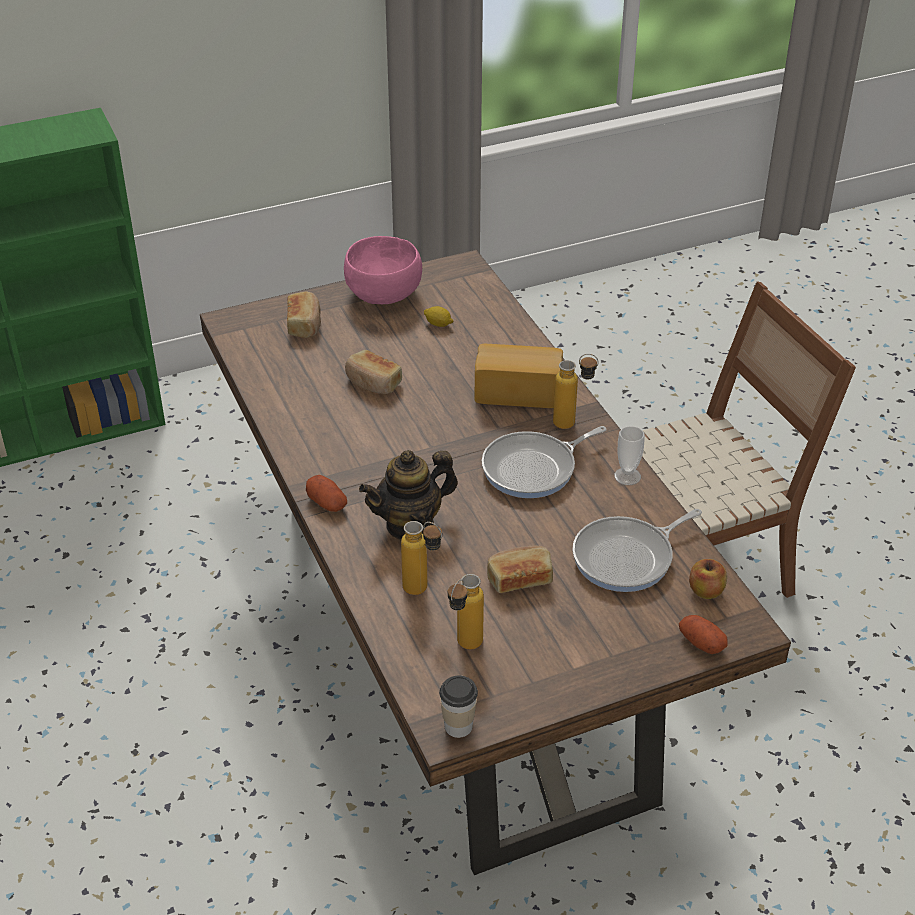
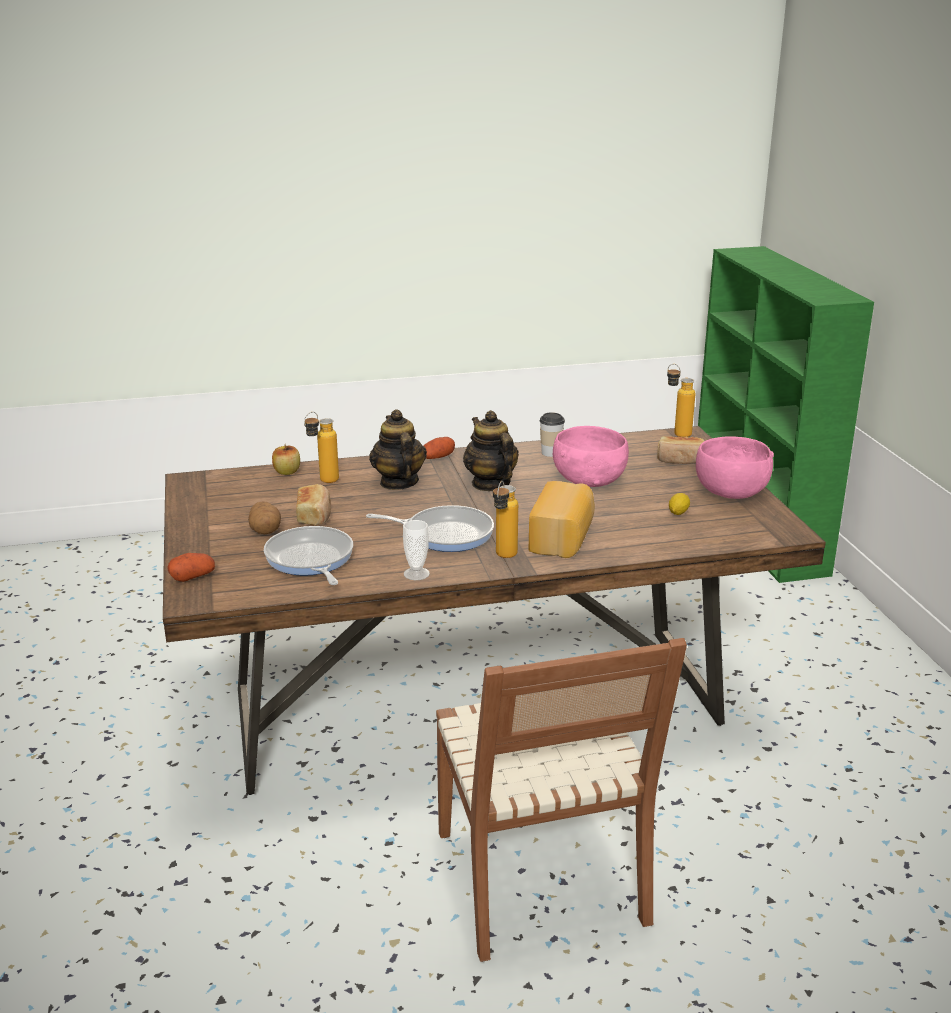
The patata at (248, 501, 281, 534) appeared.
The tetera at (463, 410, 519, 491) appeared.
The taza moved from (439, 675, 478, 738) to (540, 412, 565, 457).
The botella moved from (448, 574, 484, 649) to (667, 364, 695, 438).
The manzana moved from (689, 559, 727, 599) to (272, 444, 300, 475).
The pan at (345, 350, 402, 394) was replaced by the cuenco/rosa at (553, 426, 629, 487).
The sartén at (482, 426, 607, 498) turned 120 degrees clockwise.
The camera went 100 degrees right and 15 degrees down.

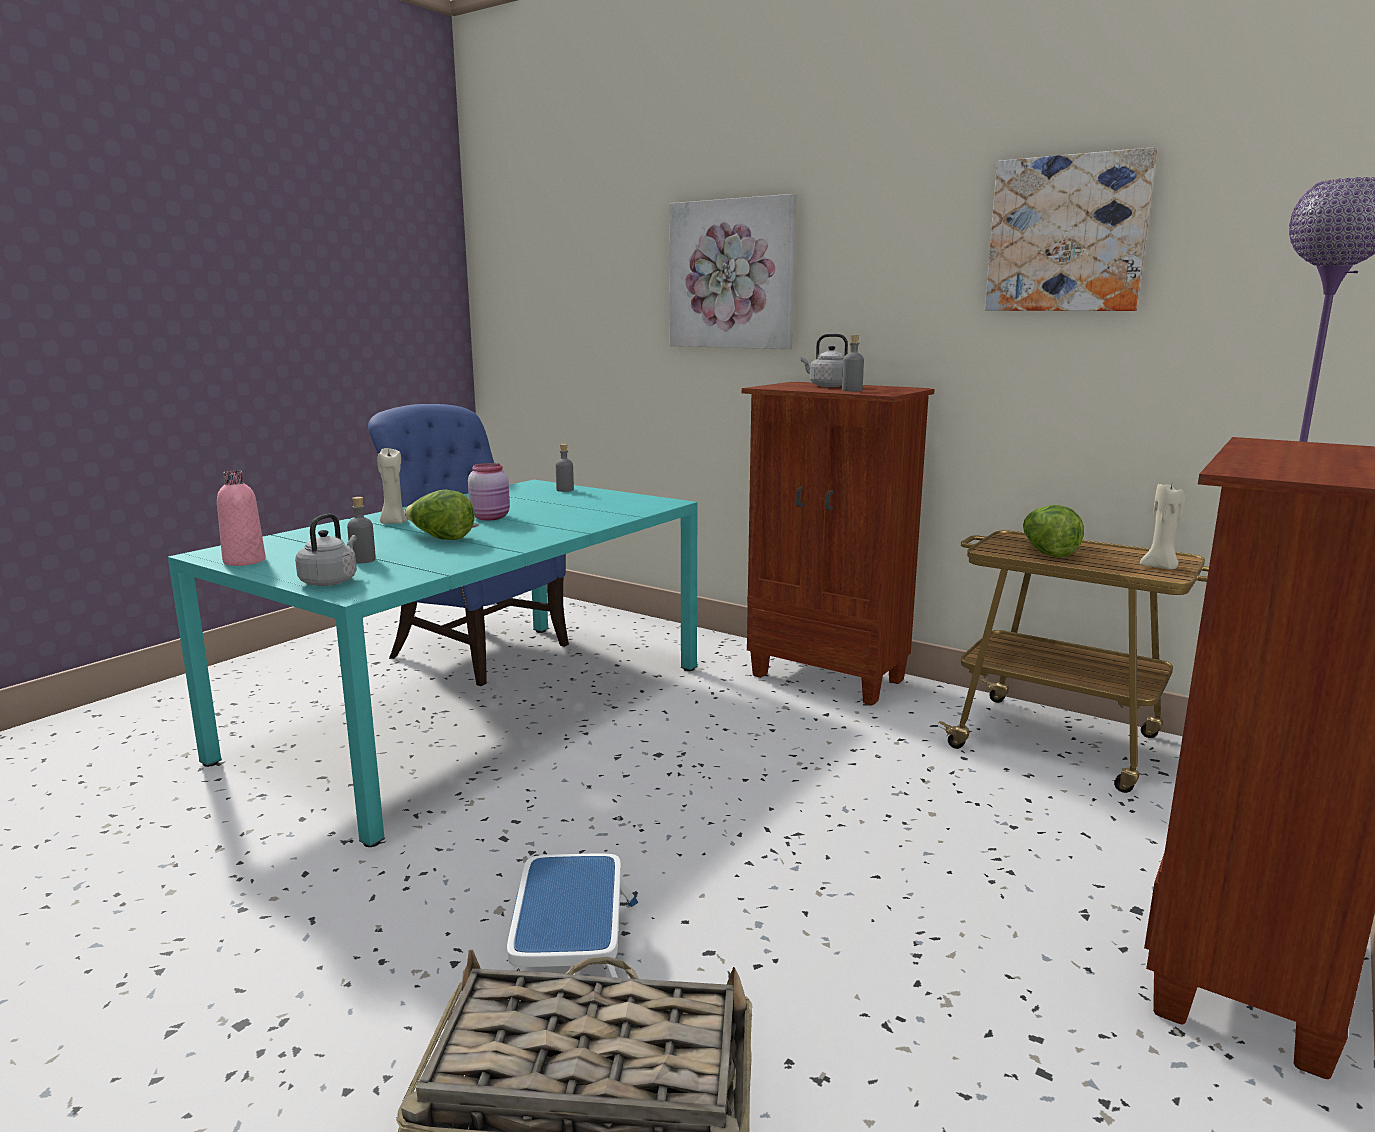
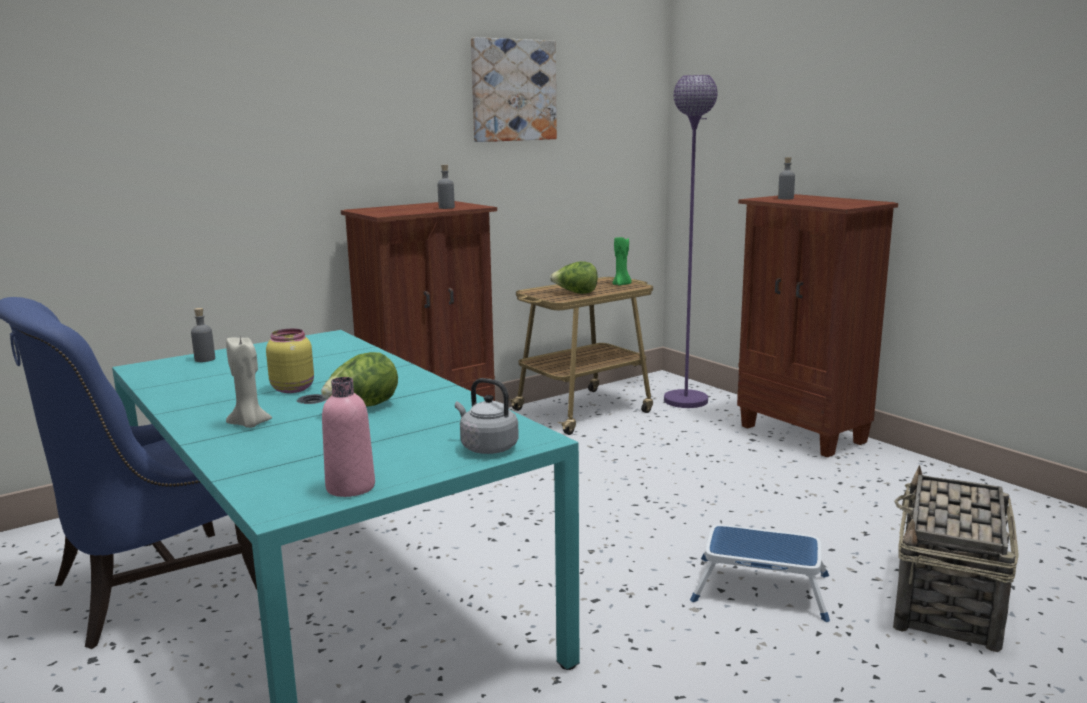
The cuadro at (669, 194, 797, 349) disappeared.
The hervidor/gris at (801, 334, 848, 387) disappeared.
The botella/gris moved from (347, 497, 376, 563) to (778, 157, 795, 199).
The tarro/rosa at (468, 463, 510, 520) became the tarro/amarillo at (266, 329, 314, 393).
The vela/beis at (1140, 484, 1184, 570) became the vela/verde at (613, 237, 632, 286).
The camera went 70 degrees left and 0 degrees up.

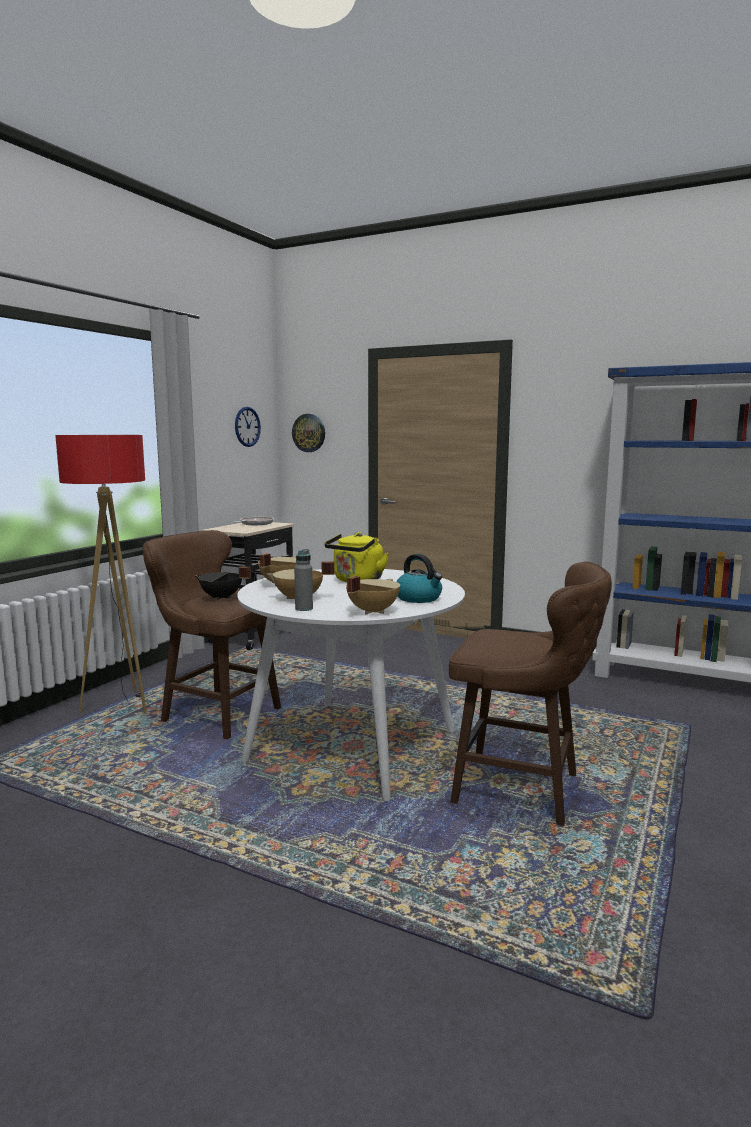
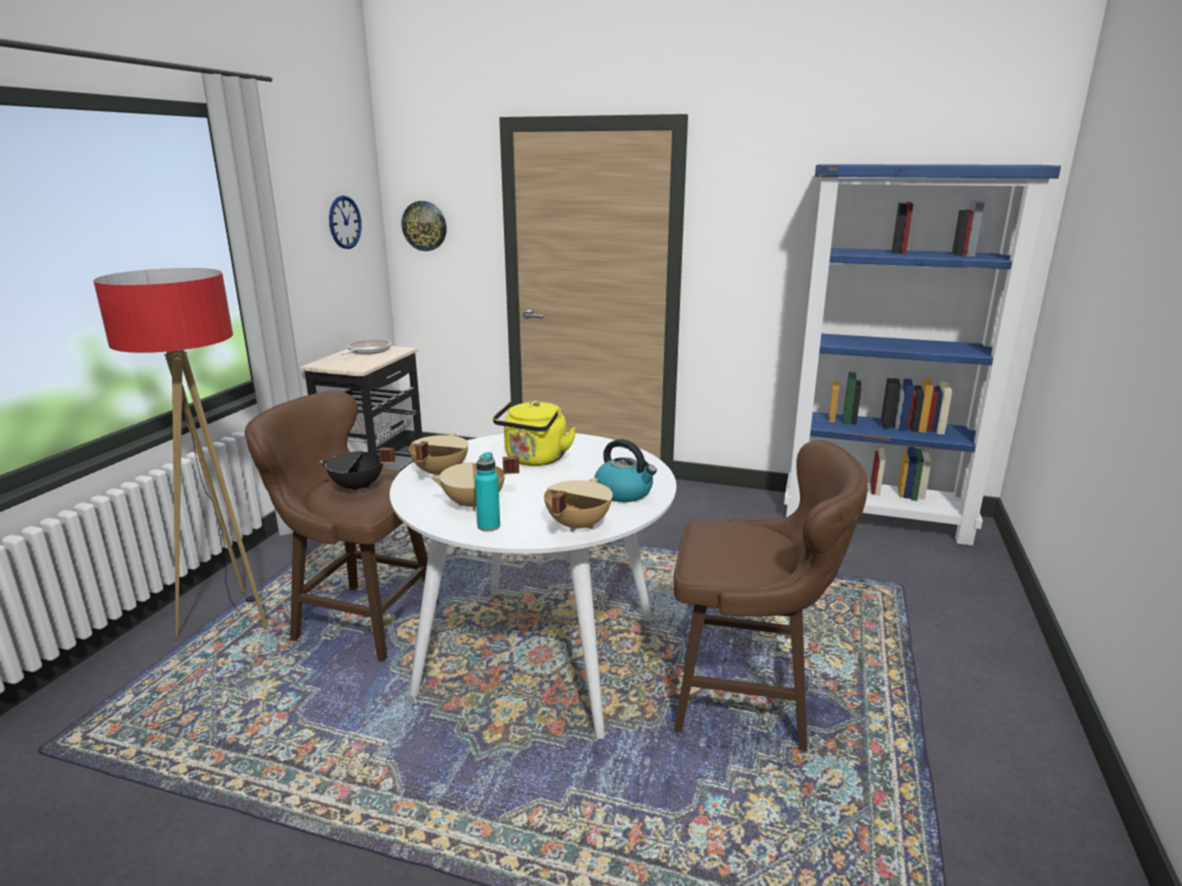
The botella/gris at (294, 549, 313, 611) became the botella/turquesa at (475, 452, 500, 531).
The camera went 10 degrees left and 10 degrees up.

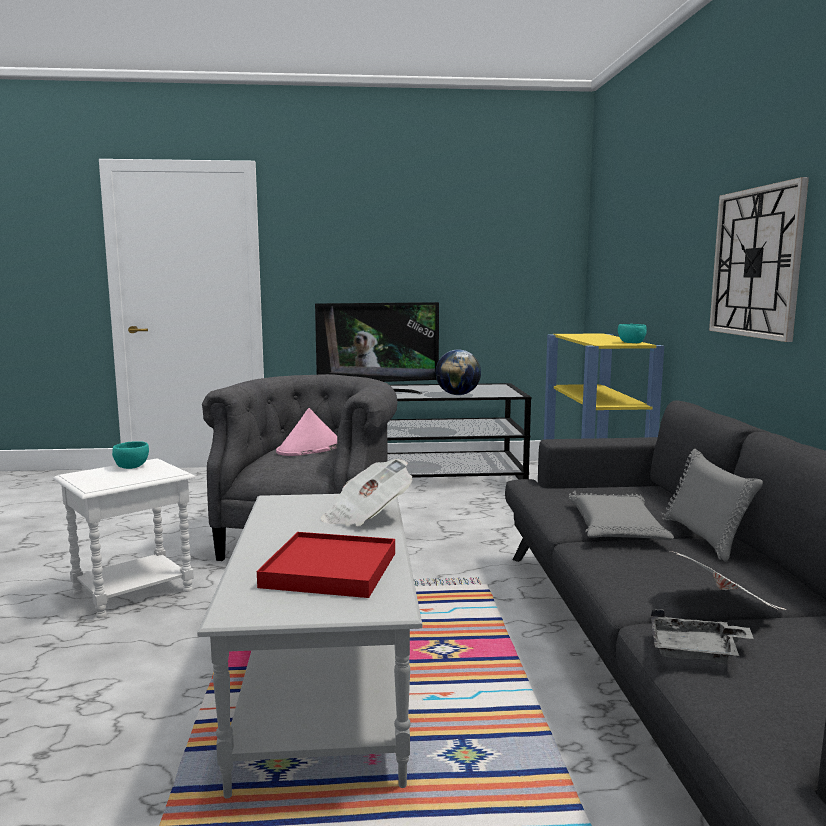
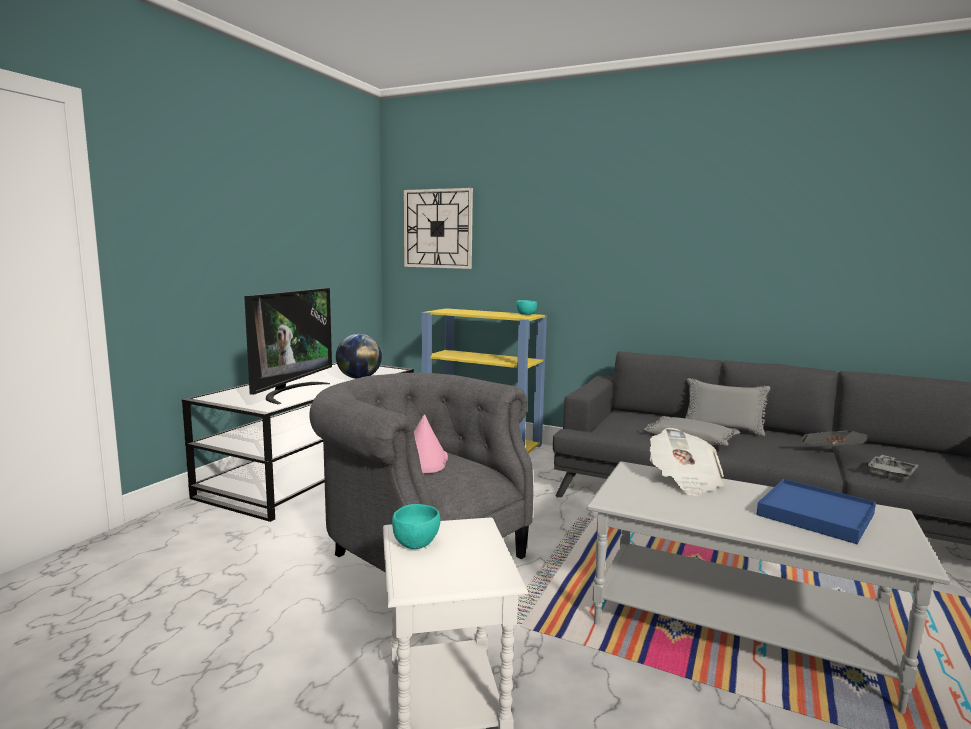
The reloj de pared moved from (709, 177, 809, 342) to (404, 188, 473, 269).
The bandeja/rojo at (257, 532, 395, 598) became the bandeja/azul at (757, 479, 876, 544).
The camera went 60 degrees left and 0 degrees up.

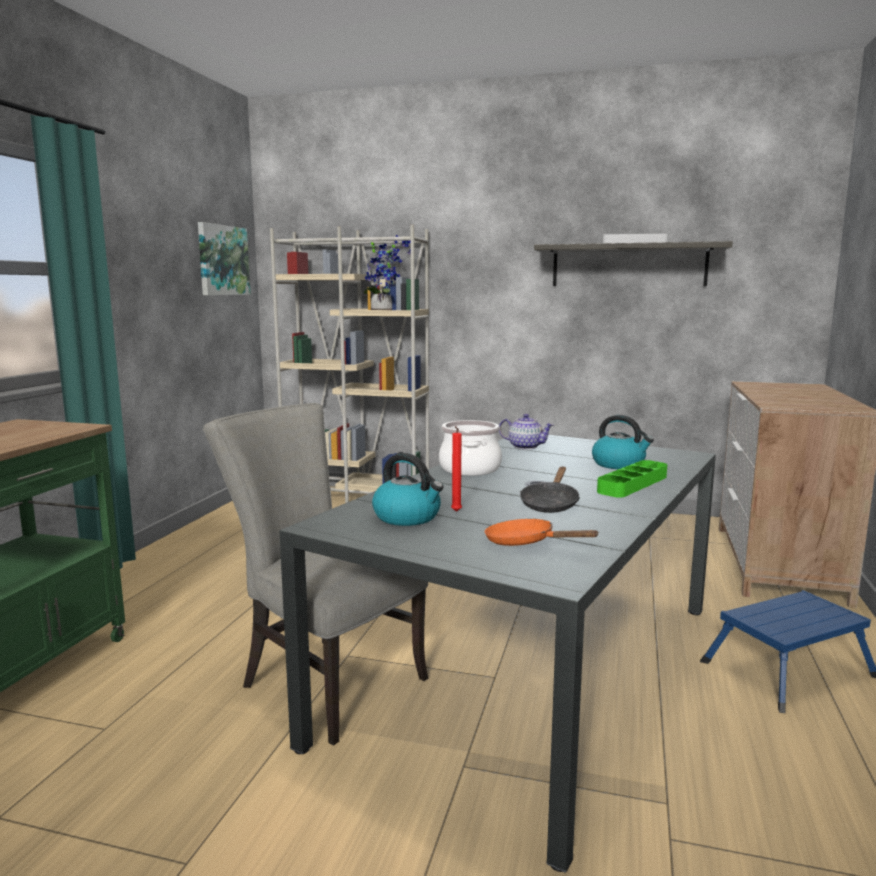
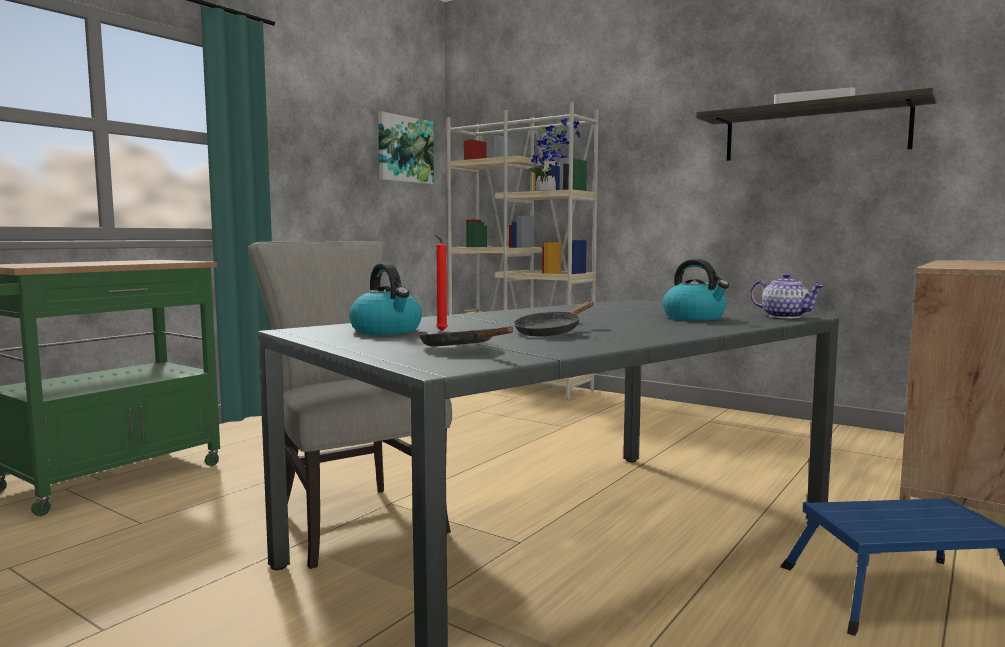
The olla at (439, 420, 502, 476) disappeared.
The bandeja/verde at (597, 460, 667, 498) disappeared.
The tetera moved from (499, 414, 554, 450) to (750, 273, 824, 318).
The sartén/naranja at (484, 519, 599, 546) became the sartén/negro at (419, 326, 513, 347).
The camera went 20 degrees right and 5 degrees down.

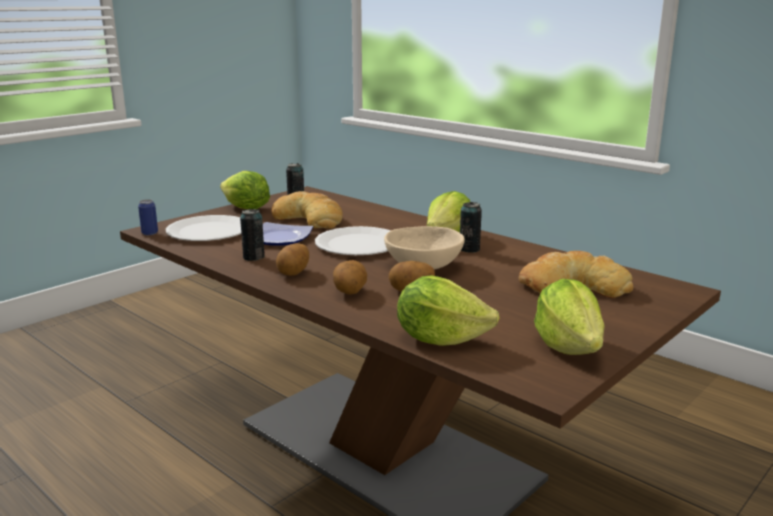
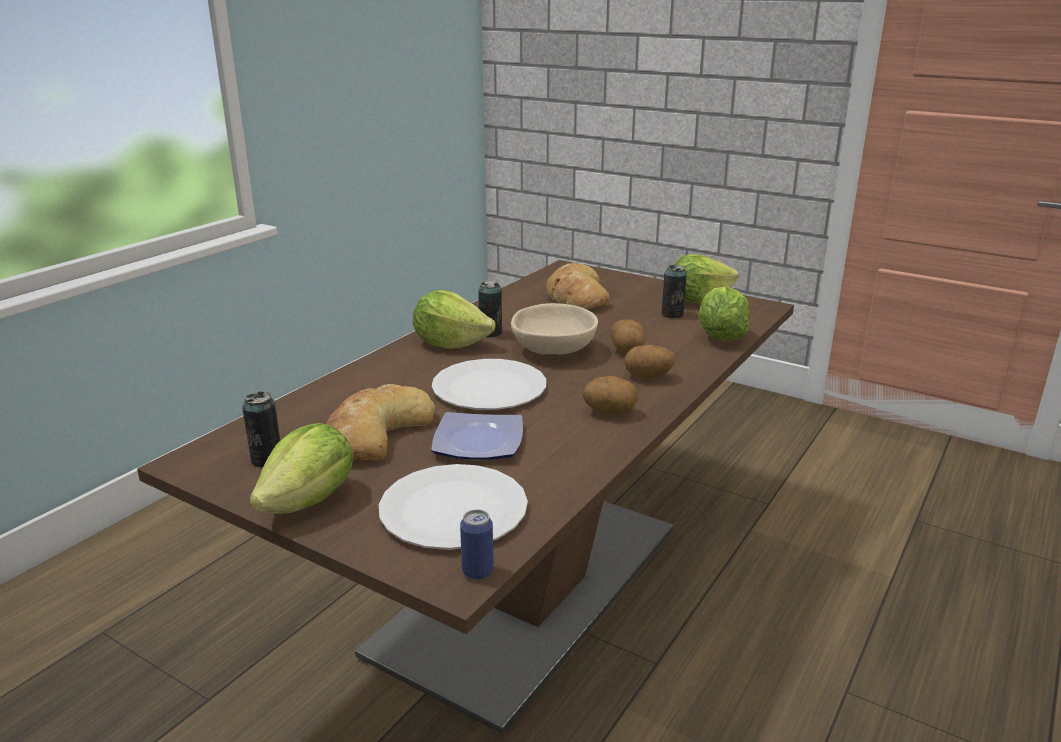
The lata moved from (240, 209, 265, 261) to (661, 265, 687, 318).
The camera went 100 degrees left and 5 degrees up.

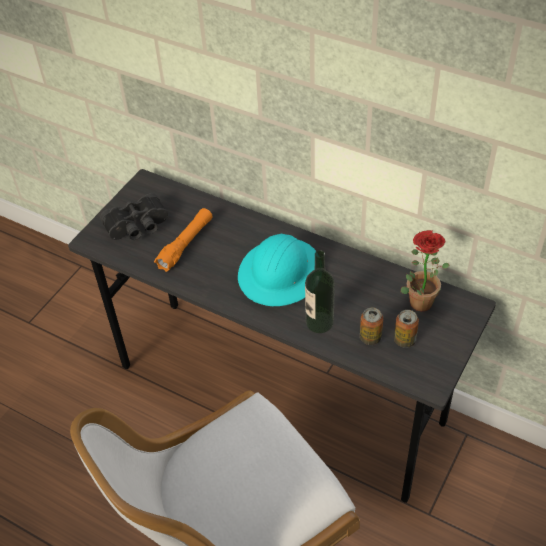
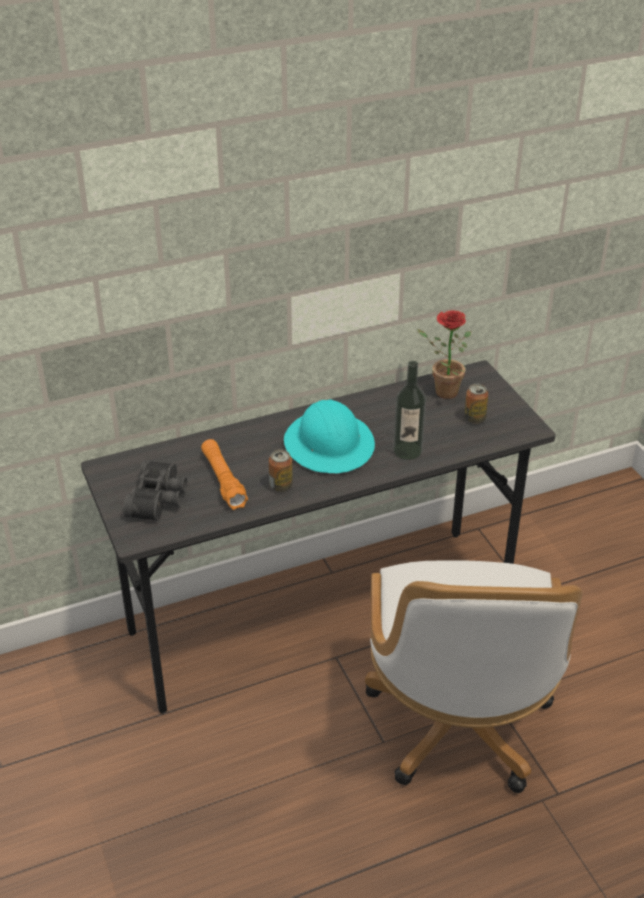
The lata moved from (360, 308, 383, 345) to (269, 449, 293, 492).
The camera went 55 degrees left and 10 degrees down.

